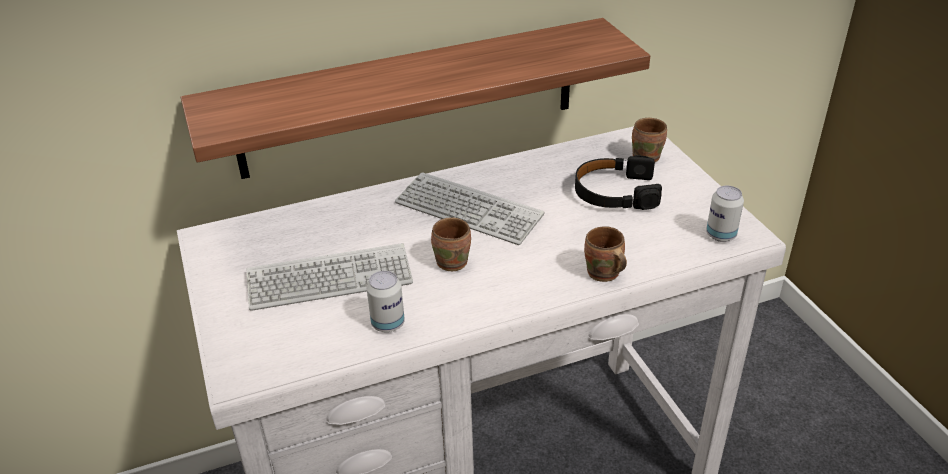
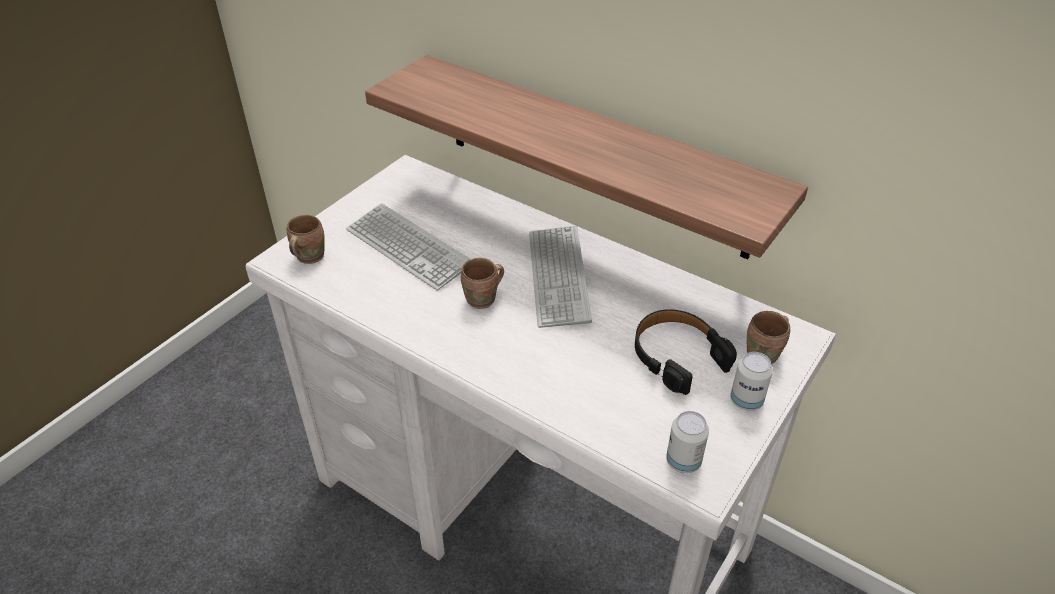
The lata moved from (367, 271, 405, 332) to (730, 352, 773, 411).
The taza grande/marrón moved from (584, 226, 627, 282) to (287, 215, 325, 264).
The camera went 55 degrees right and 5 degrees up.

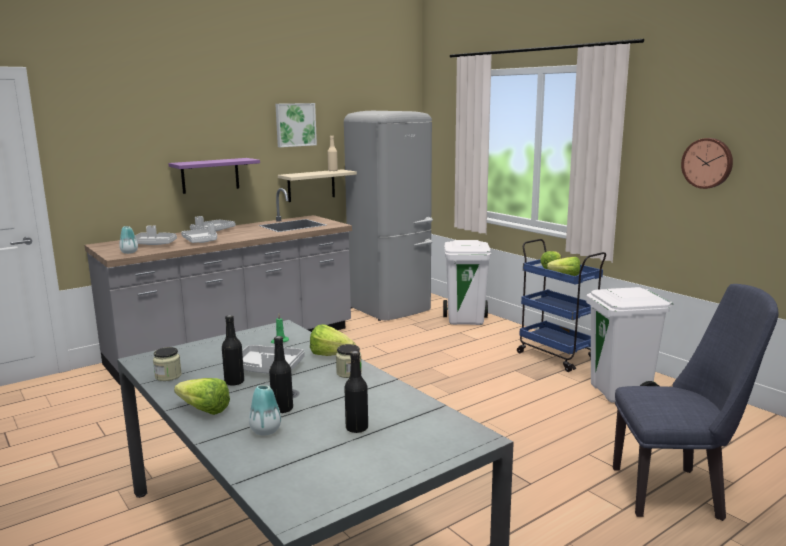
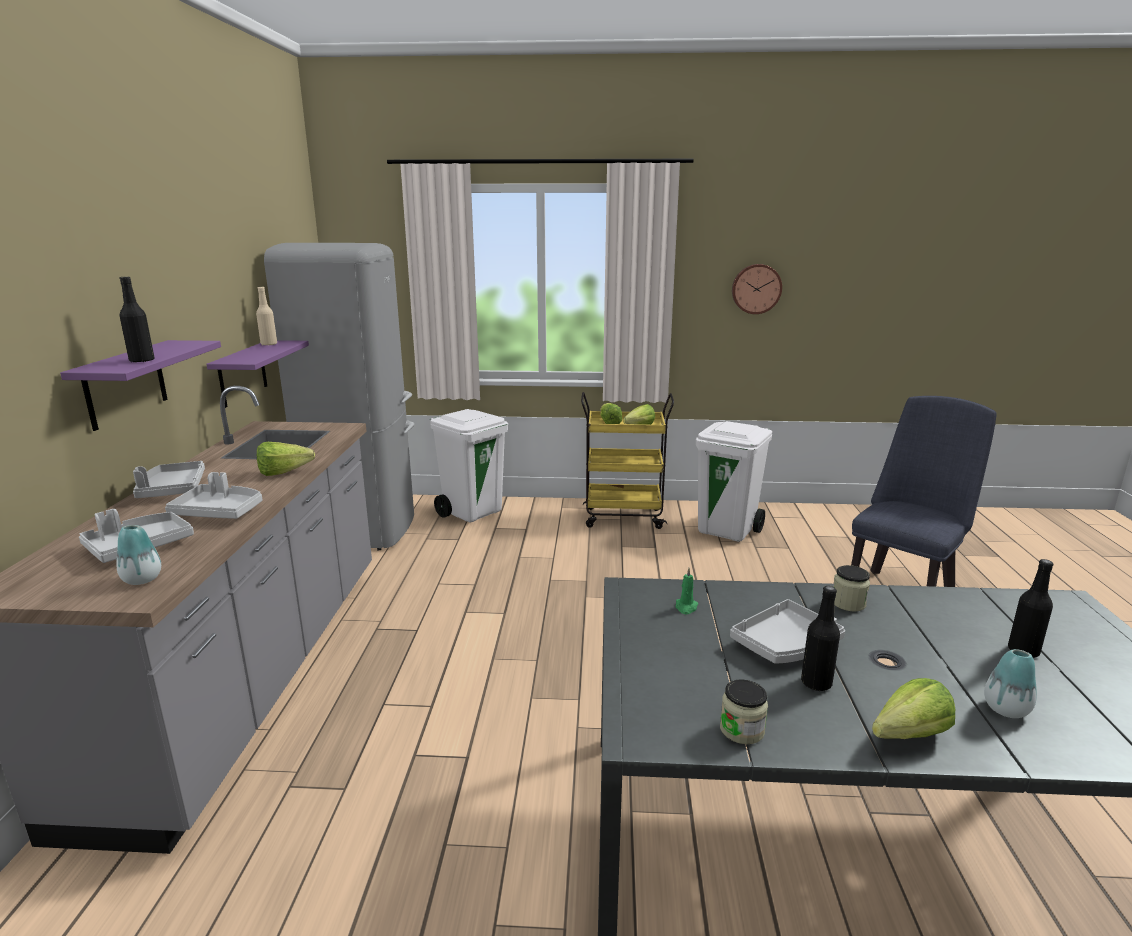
The cuadro at (275, 103, 317, 147) disappeared.
The botella/negro moved from (269, 336, 293, 414) to (119, 276, 155, 362).
The lechuga moved from (310, 324, 356, 356) to (257, 442, 315, 476).
The estante/beis at (278, 169, 357, 202) became the estante/morado at (206, 340, 309, 408).
The carrito/azul at (517, 239, 606, 372) became the carrito/amarillo at (581, 392, 674, 529).
The camera went 50 degrees left and 5 degrees up.

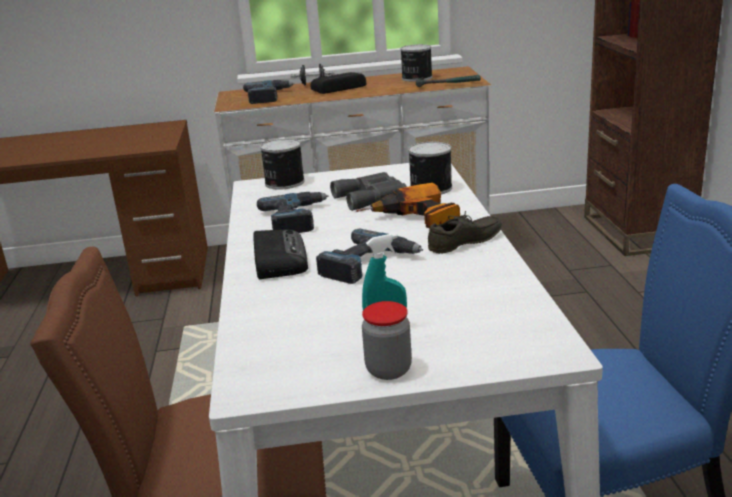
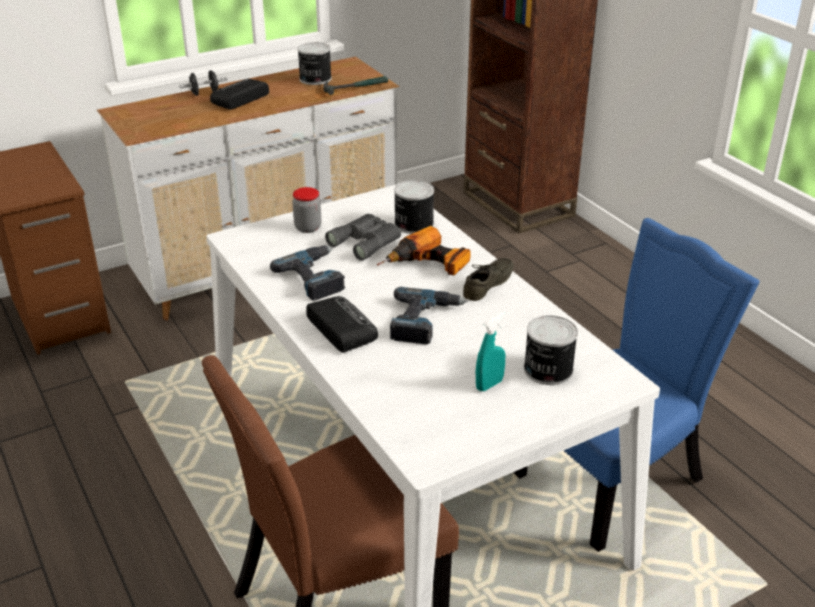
The taladro at (243, 80, 294, 104) disappeared.
The lata moved from (260, 139, 305, 190) to (524, 315, 578, 385).
The tarro moved from (362, 301, 412, 380) to (292, 187, 322, 233).
The camera went 25 degrees left and 10 degrees up.

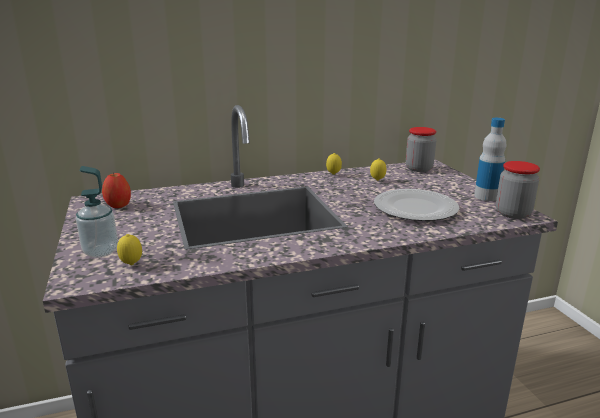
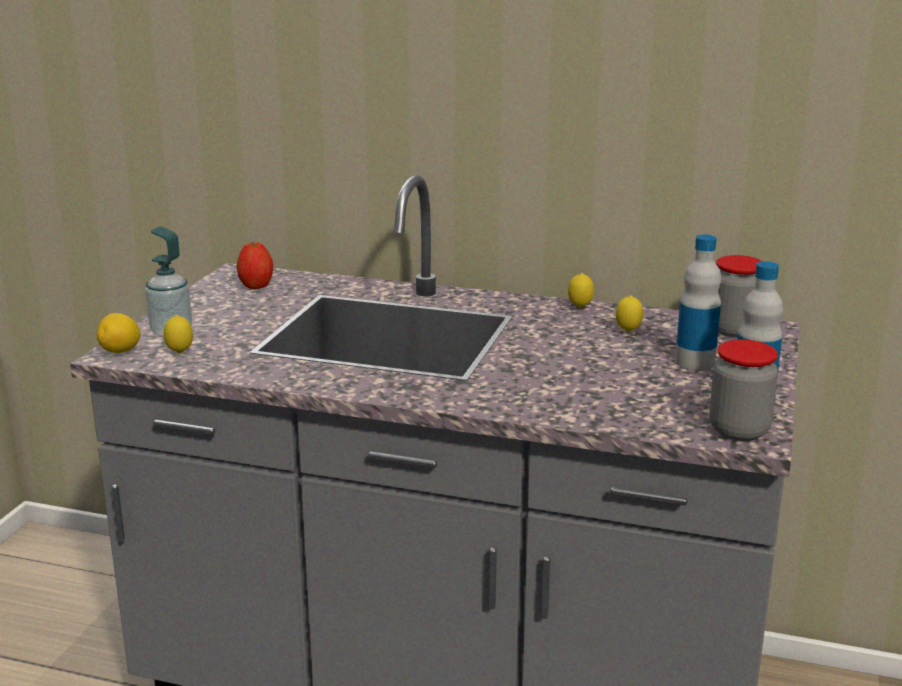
The plato at (374, 189, 459, 221) disappeared.
The limón at (97, 313, 141, 353) appeared.
The botella at (675, 234, 721, 370) appeared.
The camera went 35 degrees right and 0 degrees up.

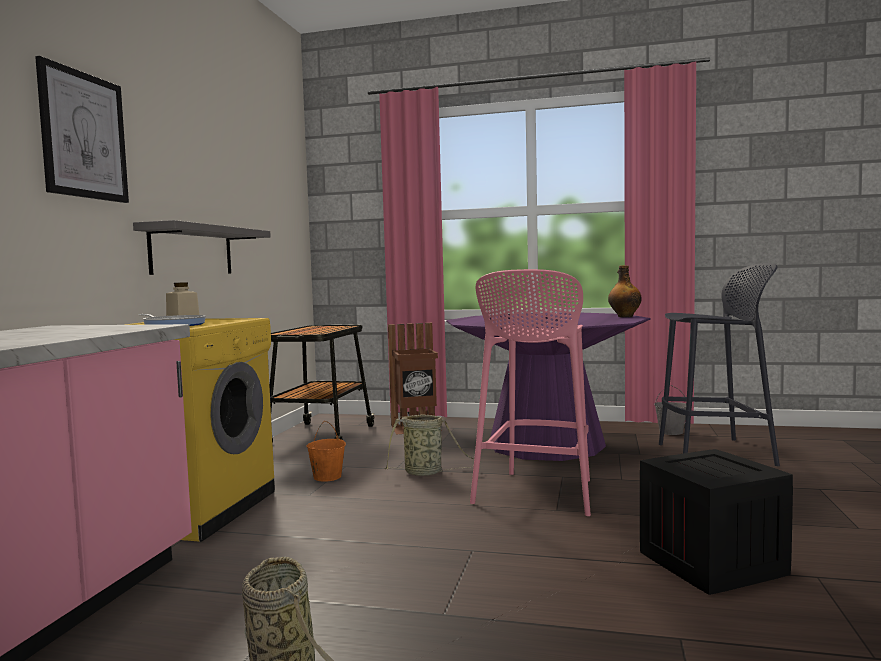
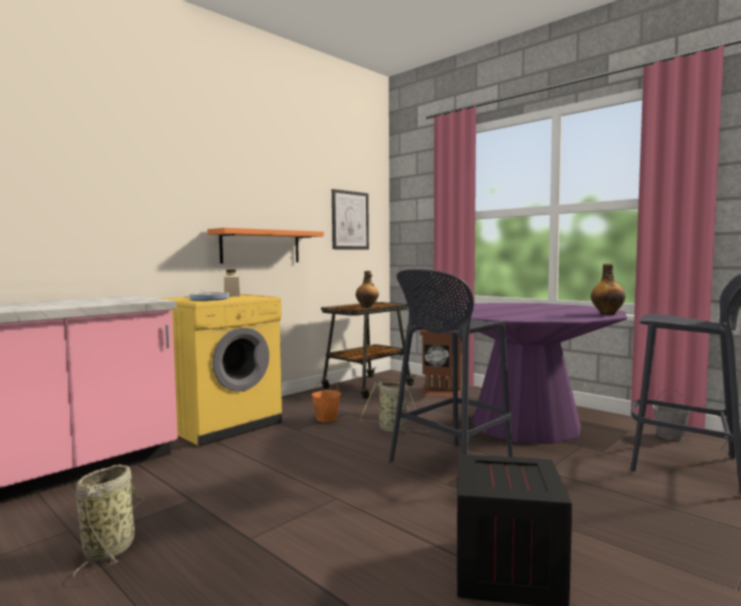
The botella at (356, 271, 379, 308) appeared.
The cuadro moved from (35, 56, 129, 203) to (332, 189, 369, 250).
The estante/gris at (133, 220, 271, 275) became the estante/naranja at (207, 228, 324, 264).
The taburete/rosa at (470, 269, 591, 516) became the taburete/gris at (389, 269, 513, 462).
The camera went 30 degrees right and 0 degrees up.

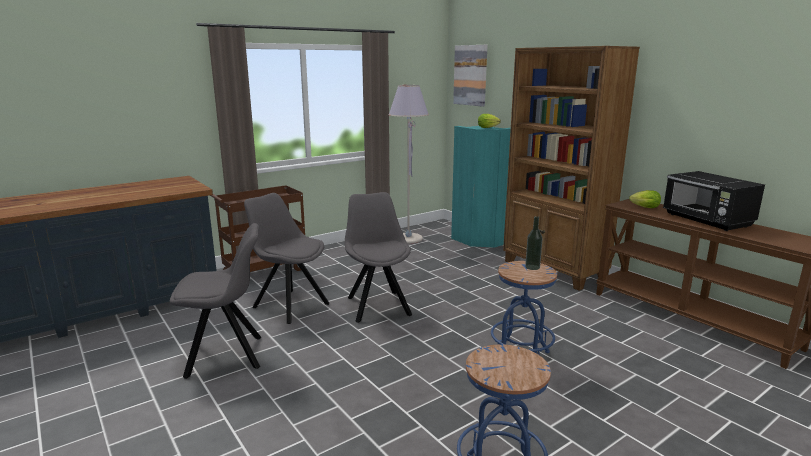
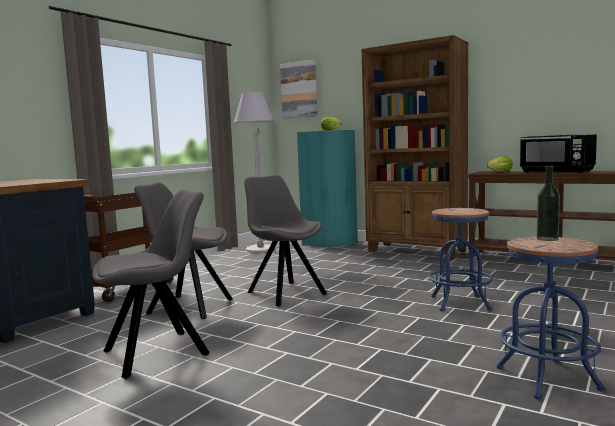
The botella moved from (525, 216, 543, 270) to (537, 166, 560, 241).
The camera went 20 degrees left and 10 degrees down.

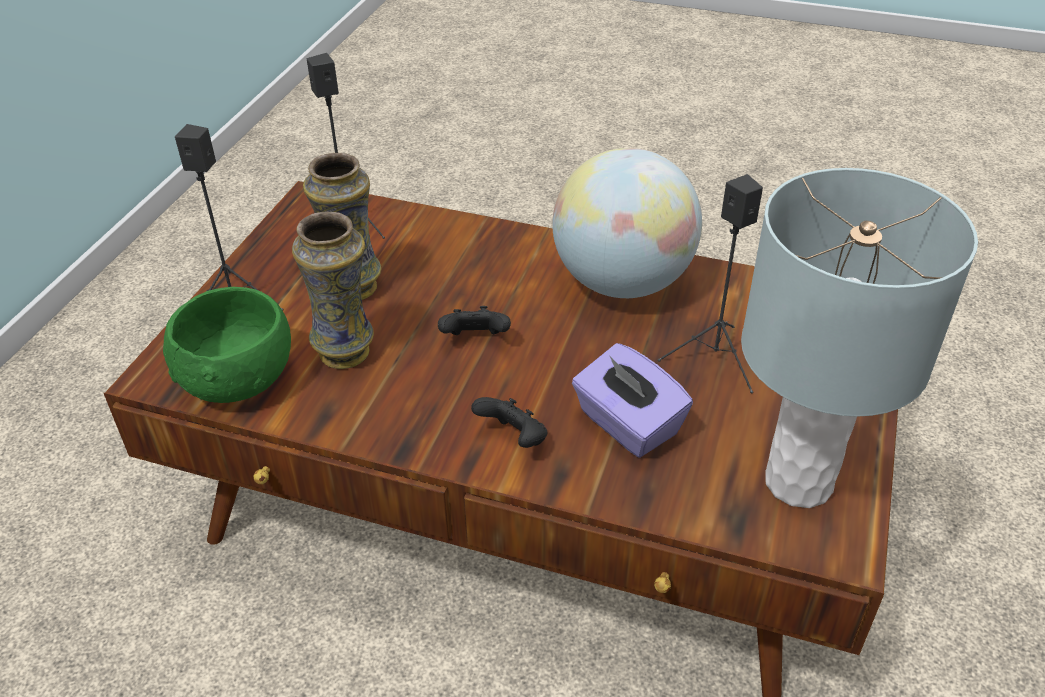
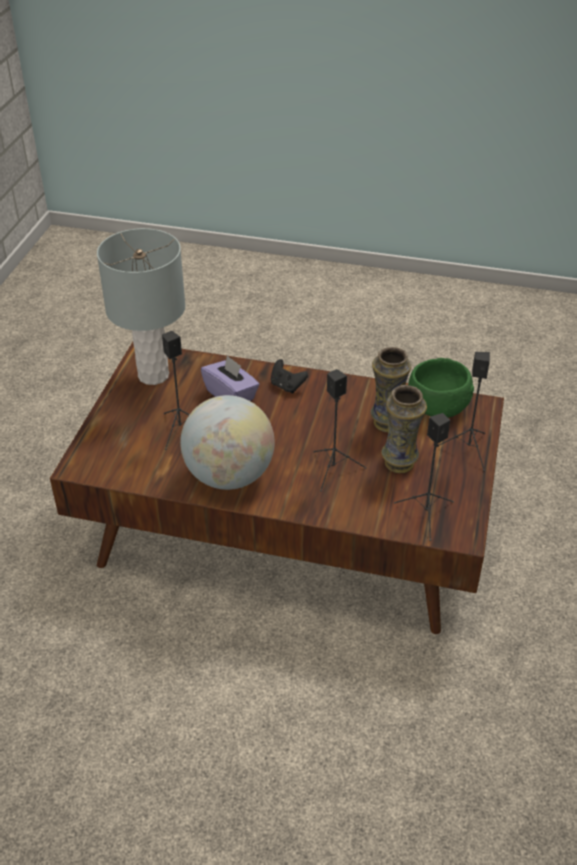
The mando de consola/negro at (438, 306, 511, 335) disappeared.
The altavoz/negro at (313, 369, 367, 492) appeared.
The camera went 175 degrees right and 0 degrees up.

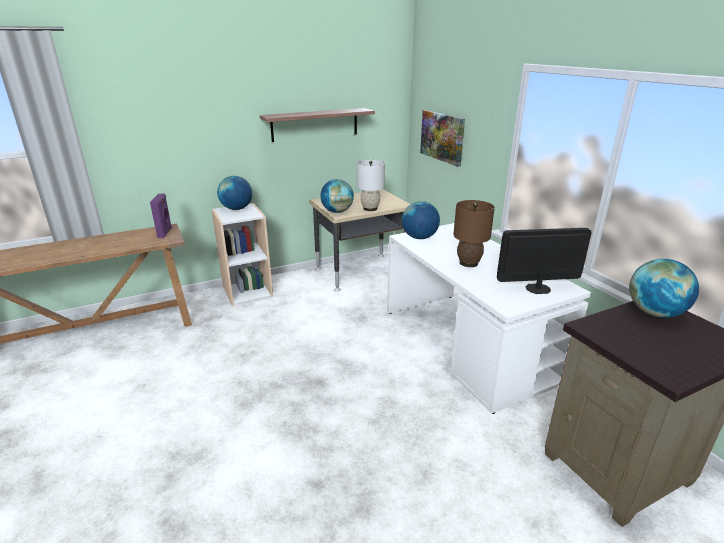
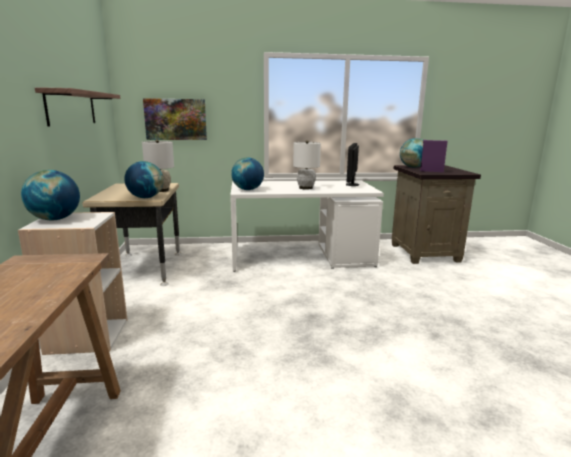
The altavoz/morado moved from (150, 193, 172, 238) to (420, 140, 448, 172).
The lámpara de mesa/marrón at (453, 200, 495, 267) became the lámpara de mesa/blanco at (293, 140, 321, 190).
The camera went 70 degrees left and 10 degrees down.

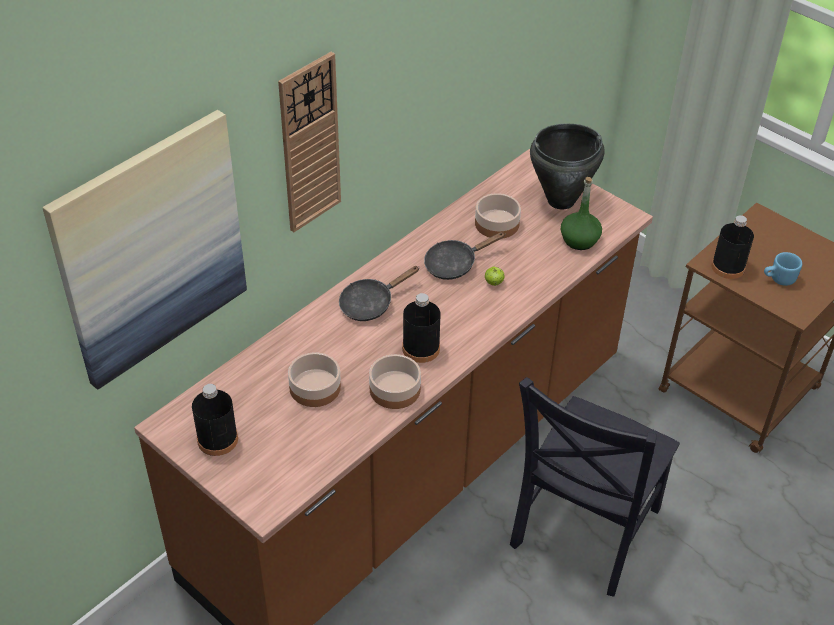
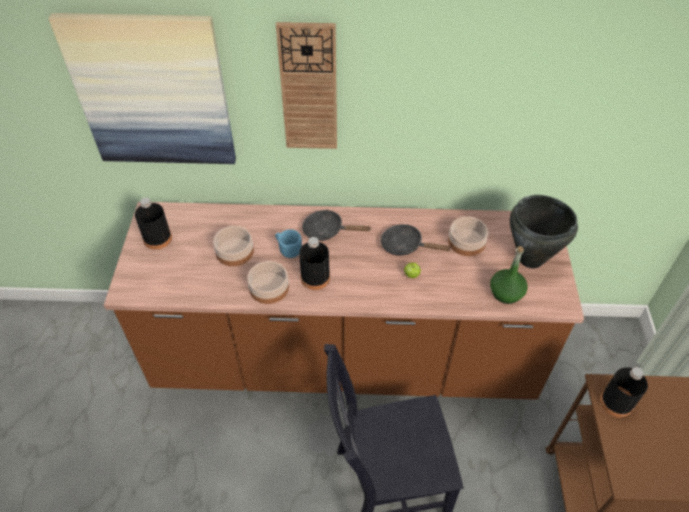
The taza grande/azul moved from (764, 252, 802, 286) to (275, 229, 302, 258).
The camera went 50 degrees right and 5 degrees up.

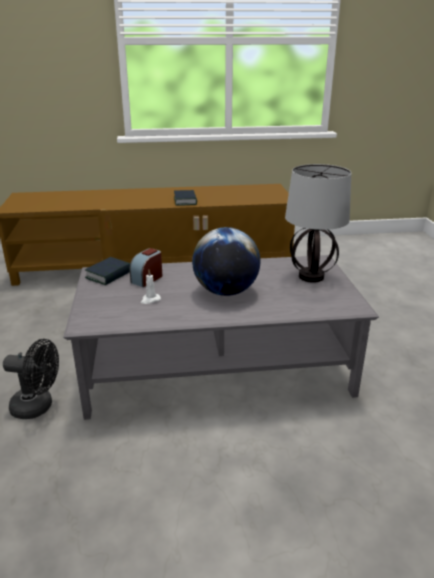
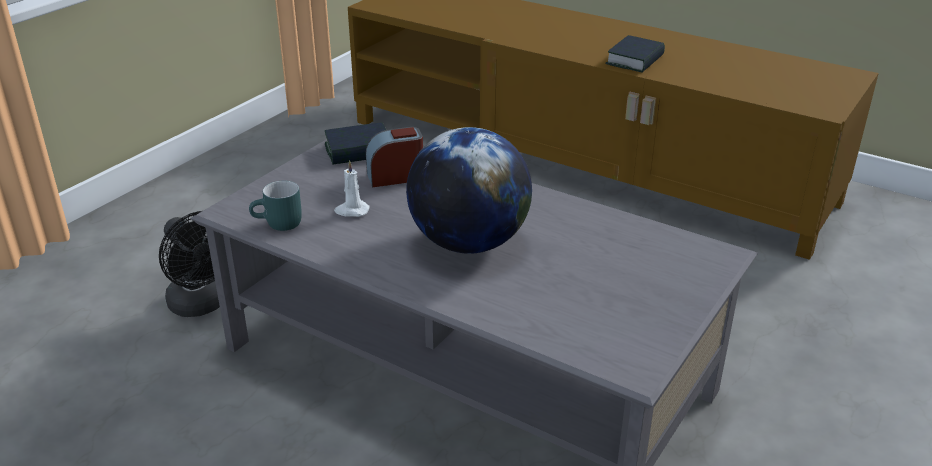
The lámpara de mesa at (285, 164, 351, 283) disappeared.
The taza grande/turquesa at (249, 181, 302, 231) appeared.
The camera went 40 degrees right and 5 degrees up.

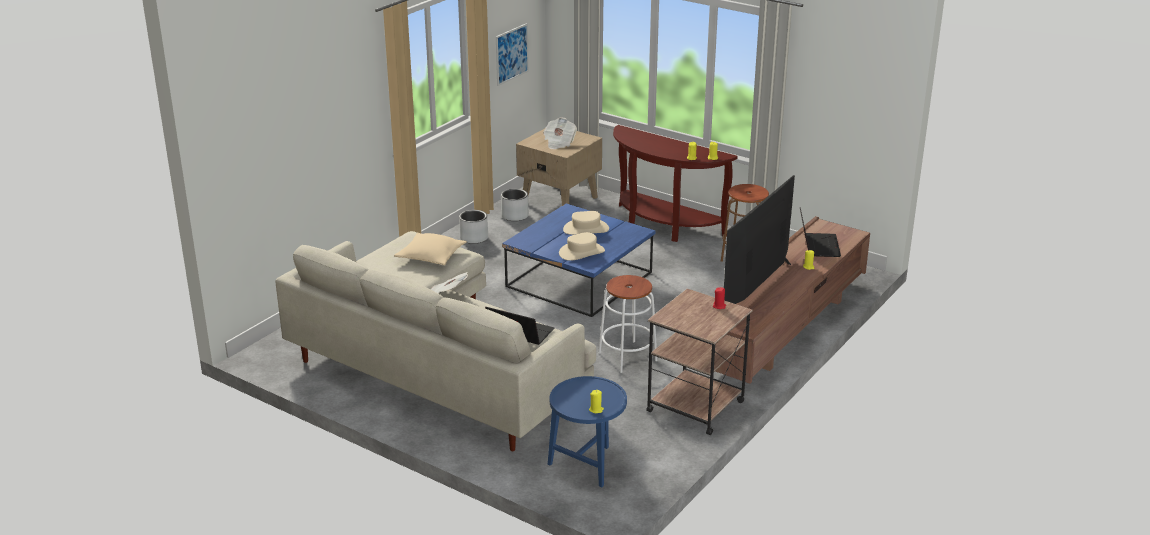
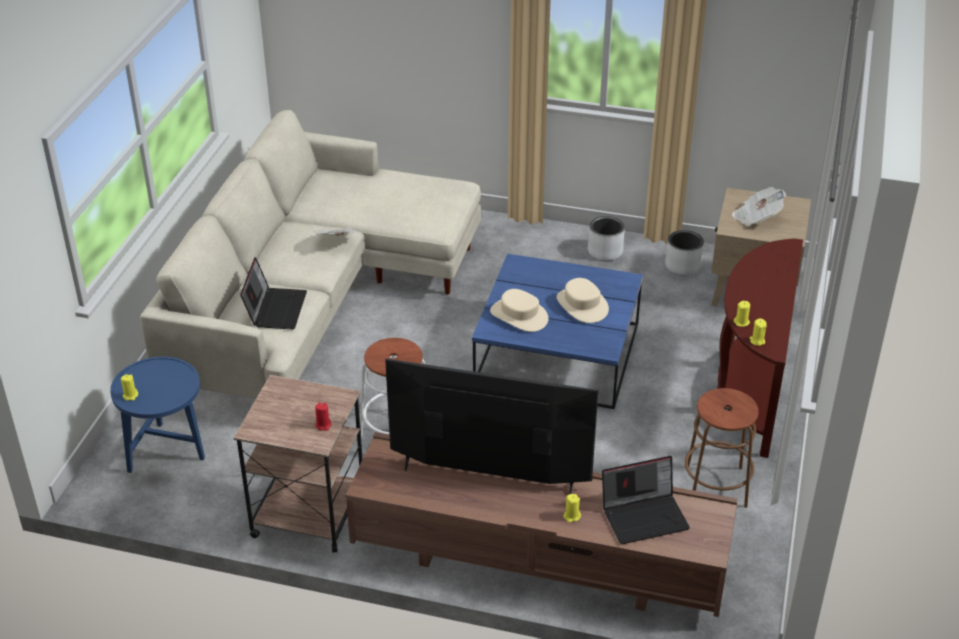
The cojín/beis at (394, 233, 467, 265) disappeared.
The cuadro at (496, 23, 529, 86) disappeared.
The camera went 70 degrees right and 10 degrees up.

